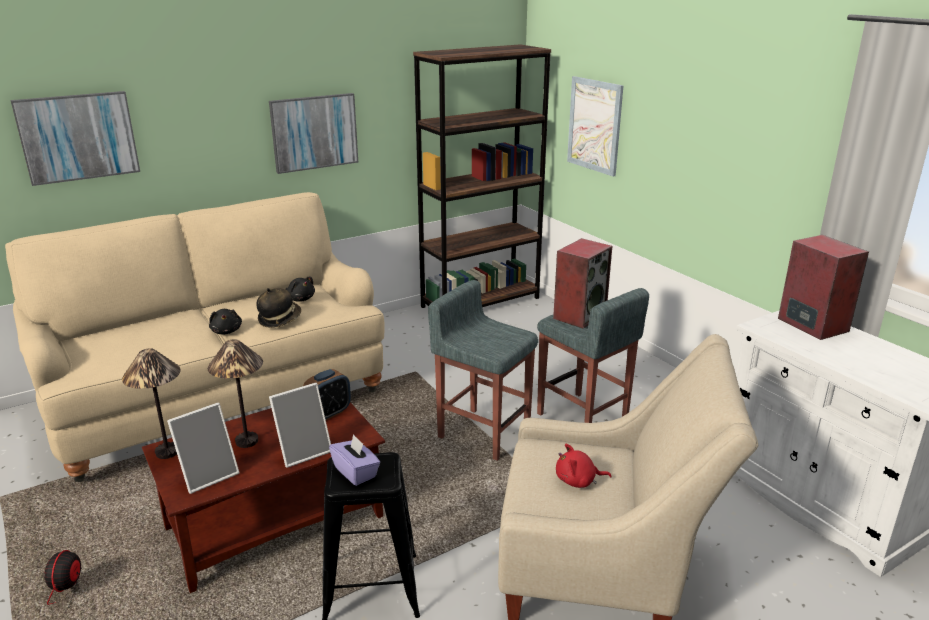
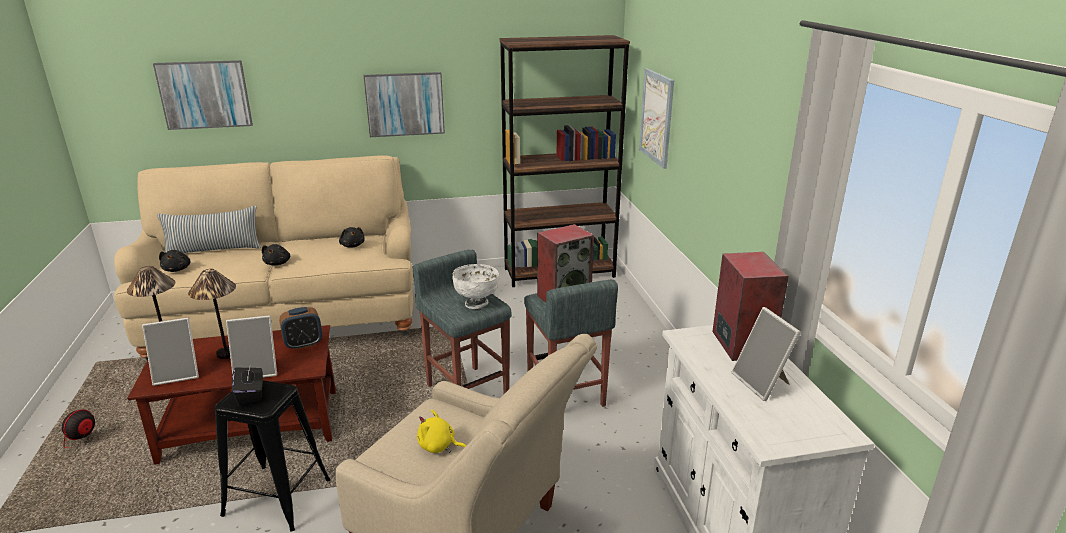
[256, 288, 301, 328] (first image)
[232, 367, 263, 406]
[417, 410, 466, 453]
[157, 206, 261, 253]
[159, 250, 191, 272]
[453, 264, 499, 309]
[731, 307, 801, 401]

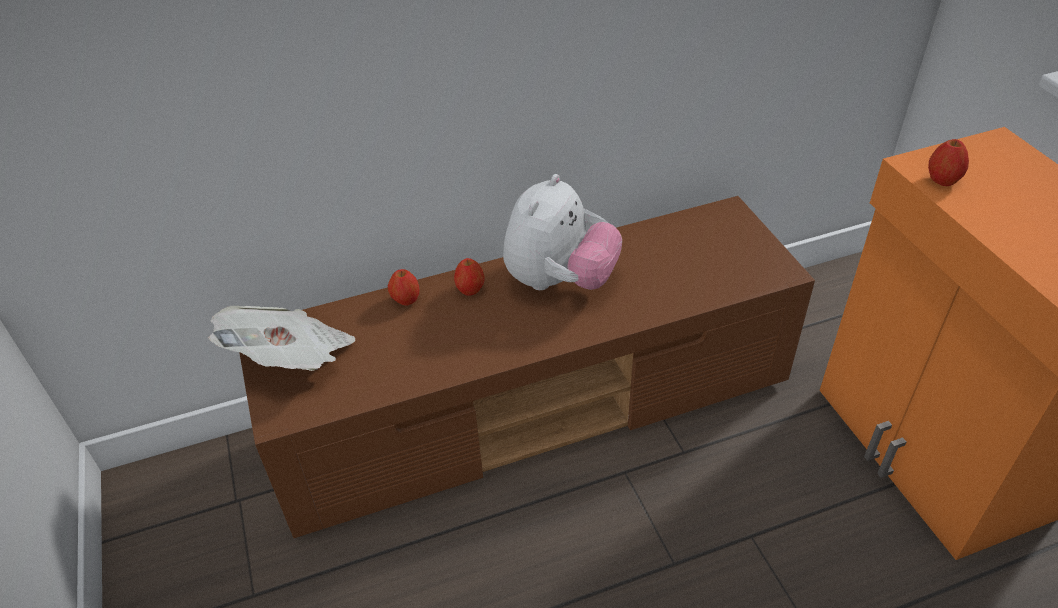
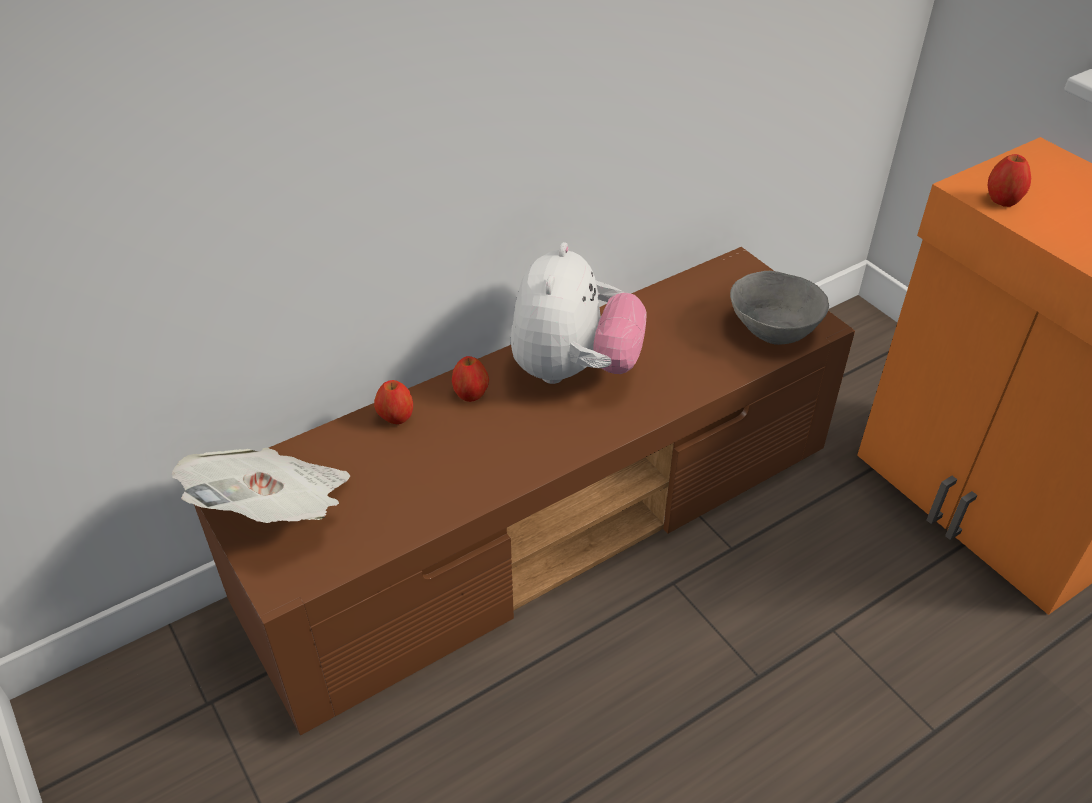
[730, 271, 829, 345]

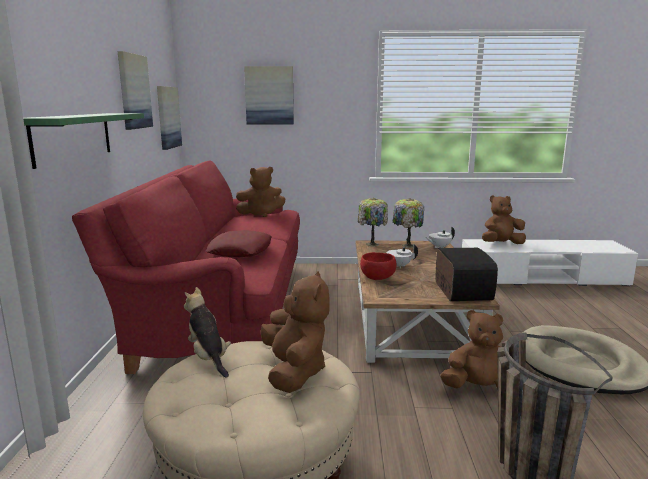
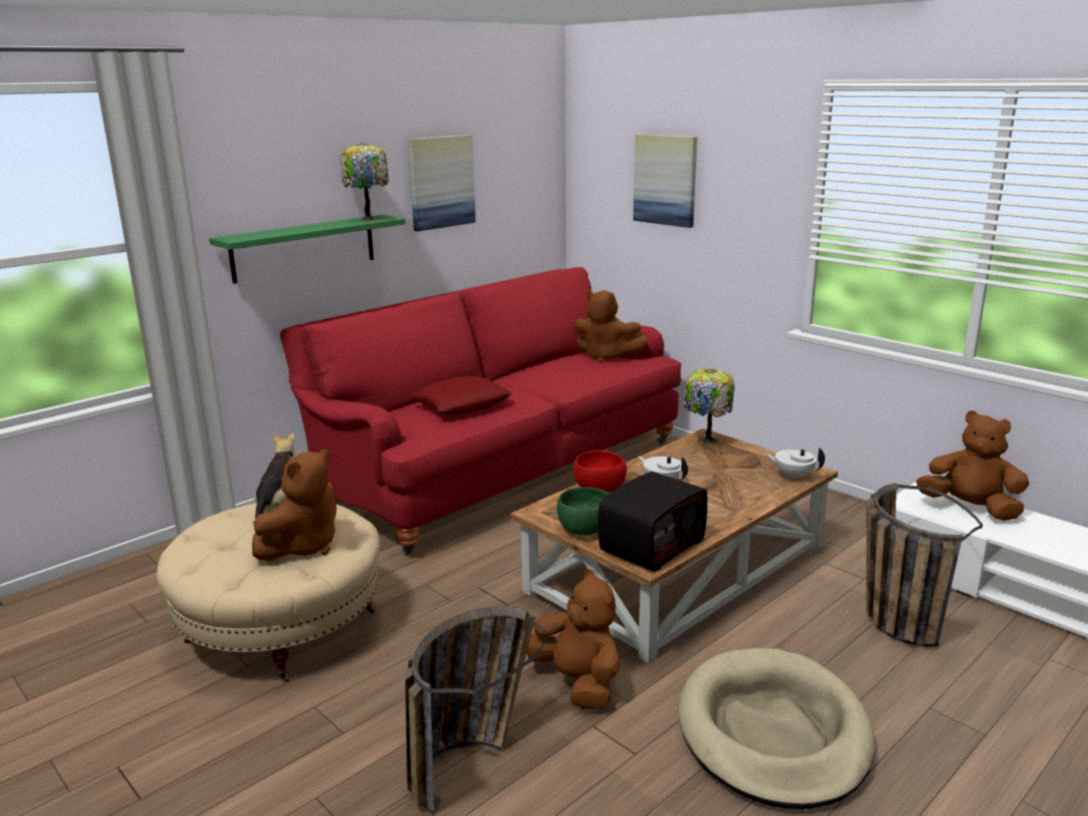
[157, 86, 182, 150] (first image)
[340, 143, 389, 222]
[866, 483, 983, 647]
[557, 487, 609, 535]

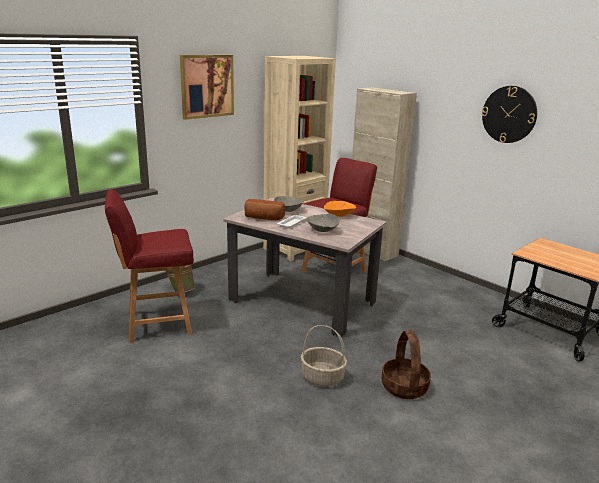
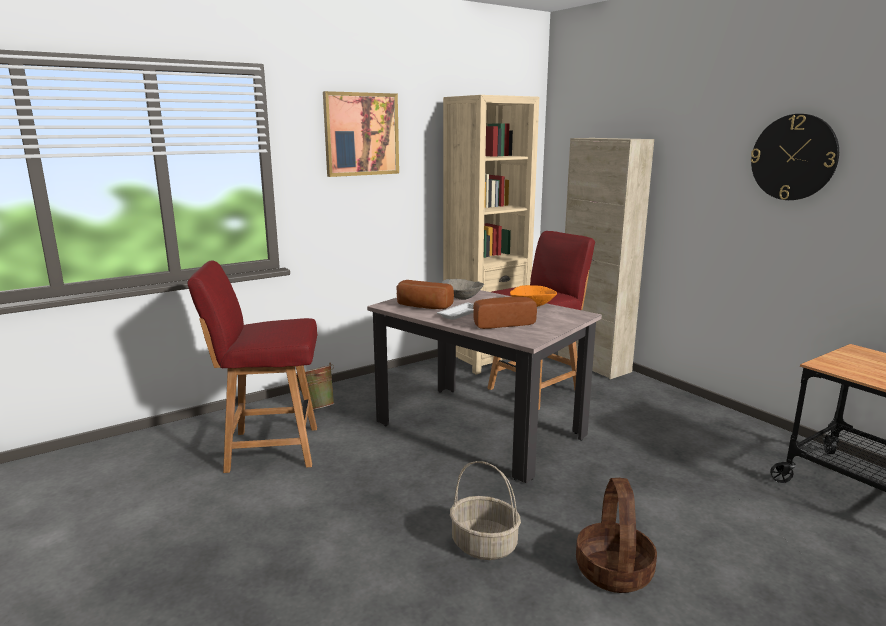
[473, 297, 537, 329]

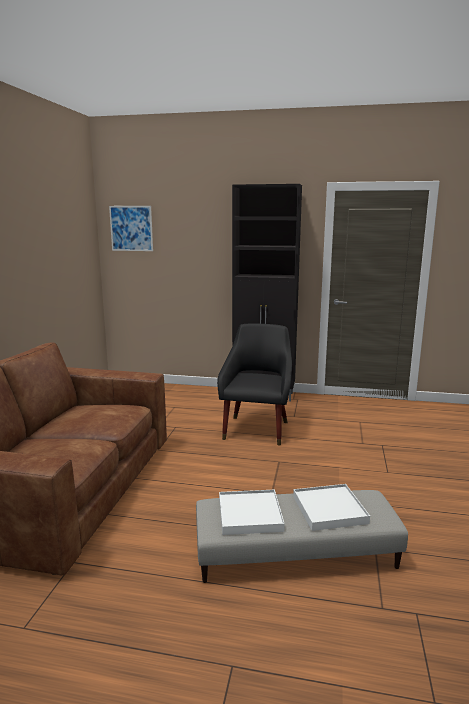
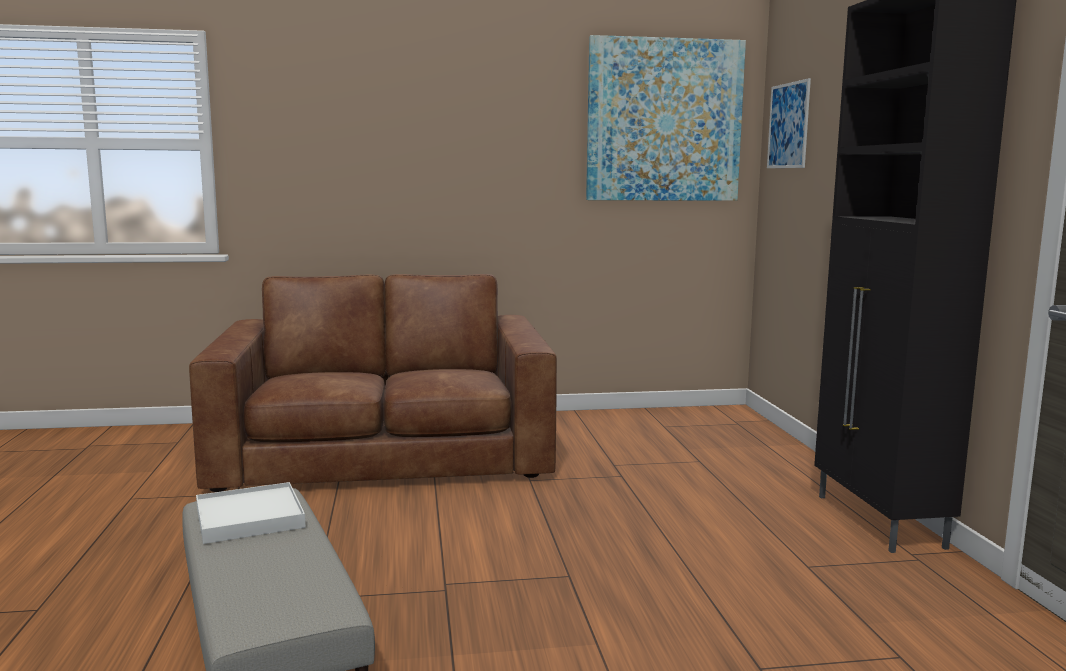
[217, 323, 292, 445] (first image)
[293, 484, 370, 531] (first image)
[586, 35, 746, 201]

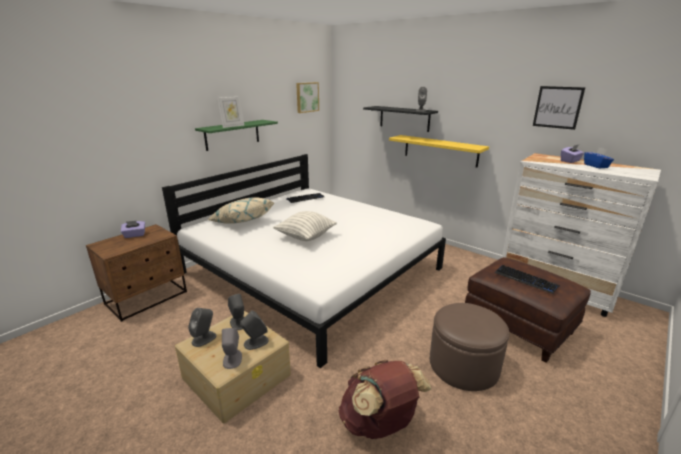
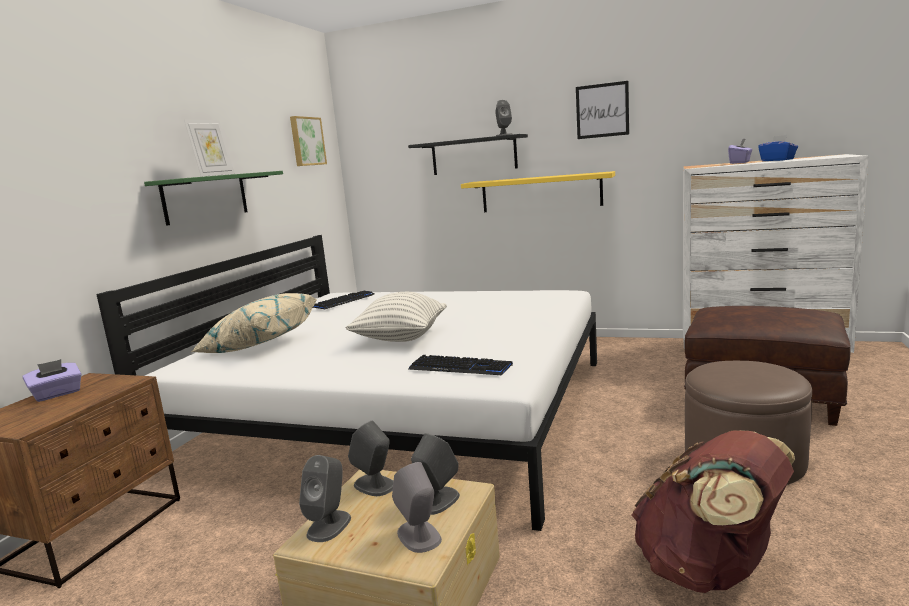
[576, 81, 629, 139]
[408, 355, 513, 375]

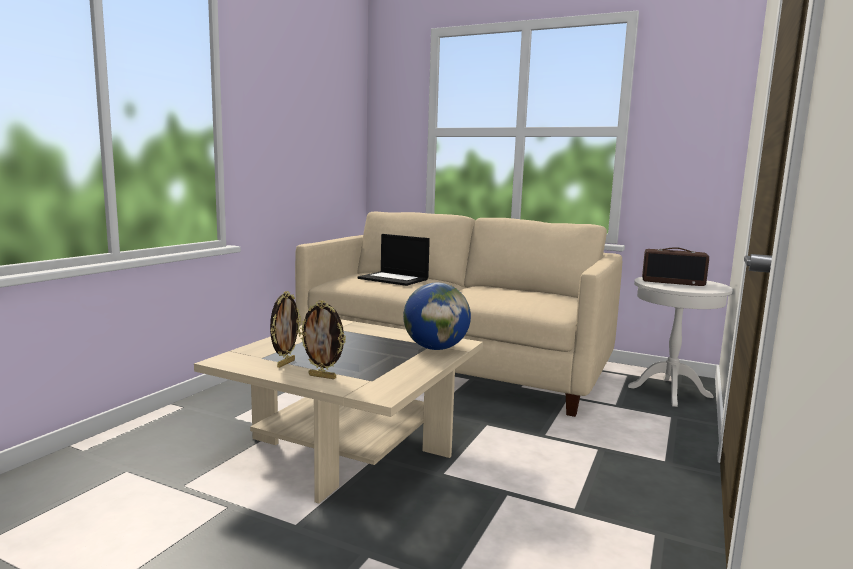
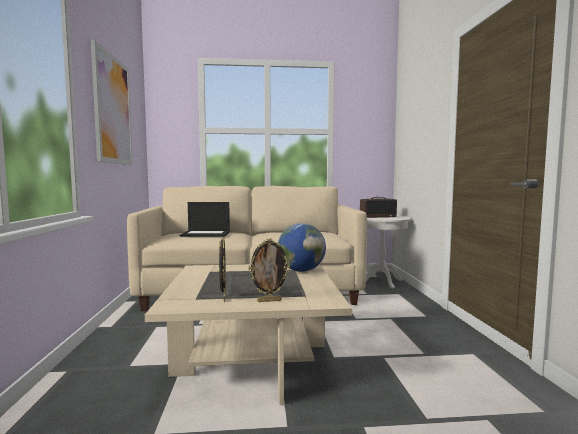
[91, 40, 133, 165]

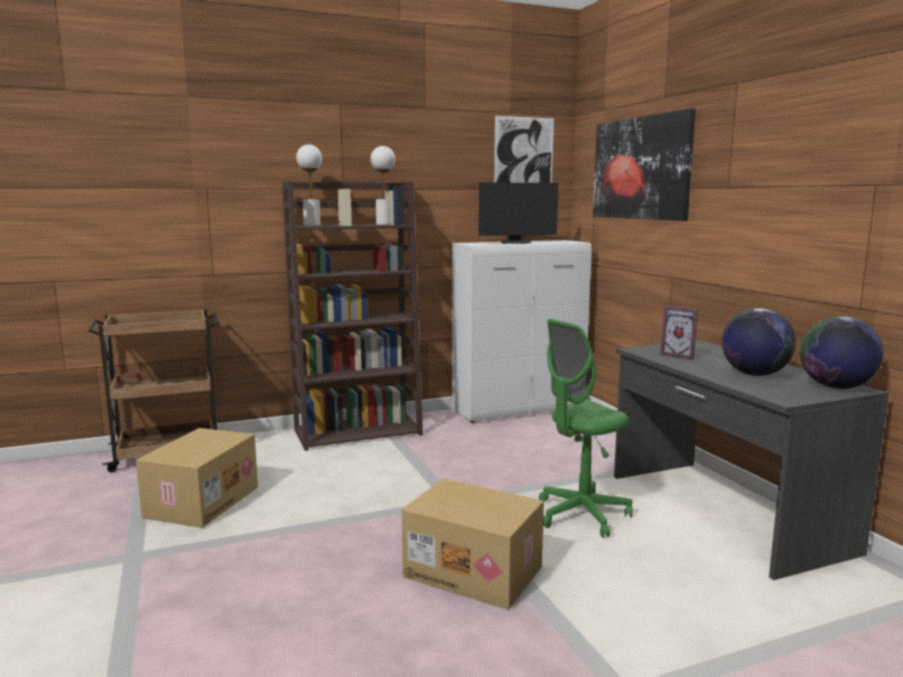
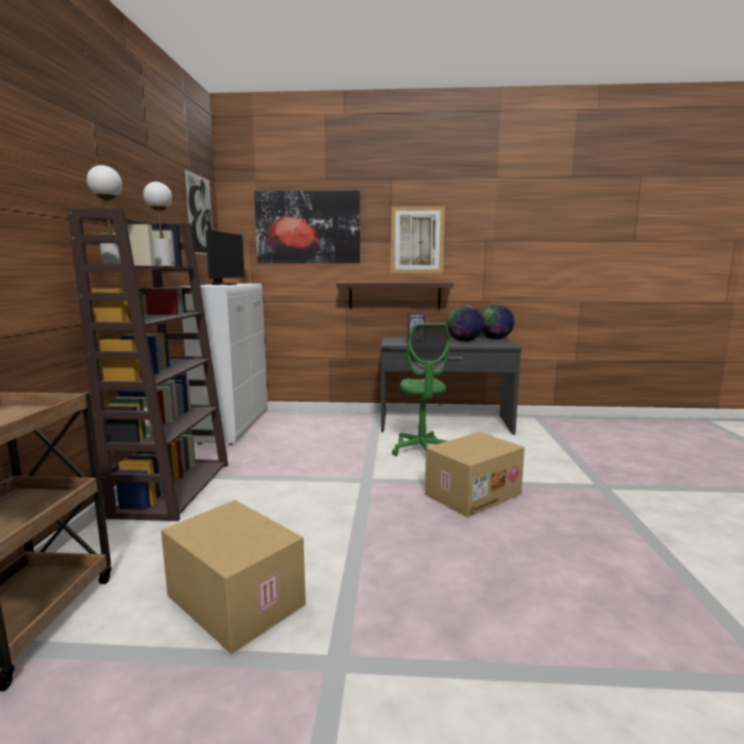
[391, 206, 445, 273]
[337, 282, 453, 310]

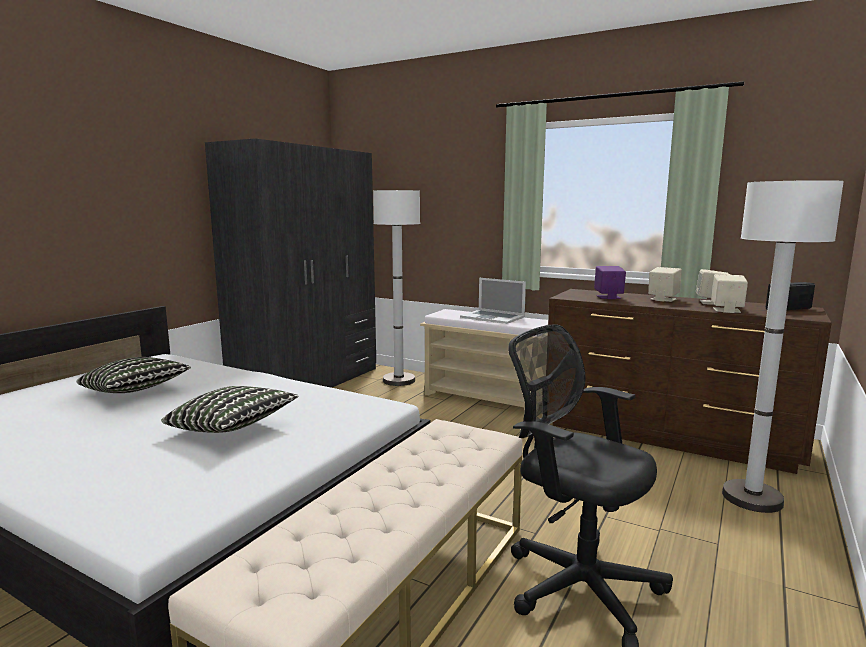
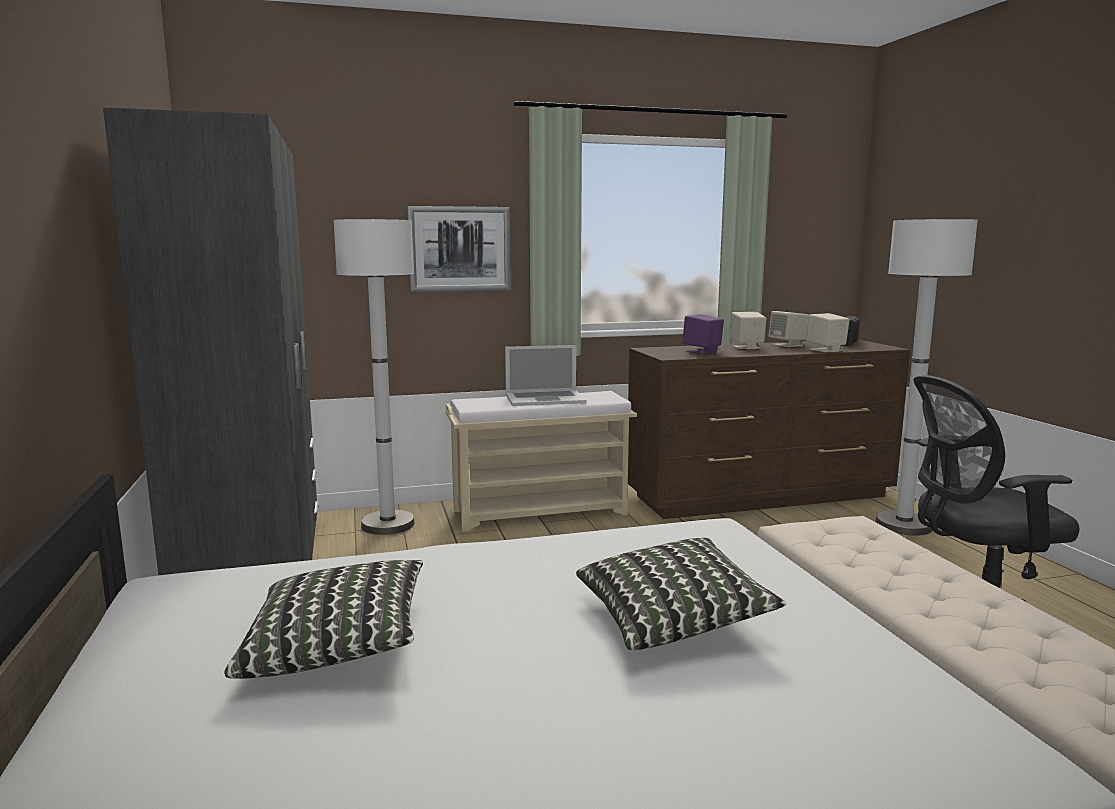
[407, 206, 511, 292]

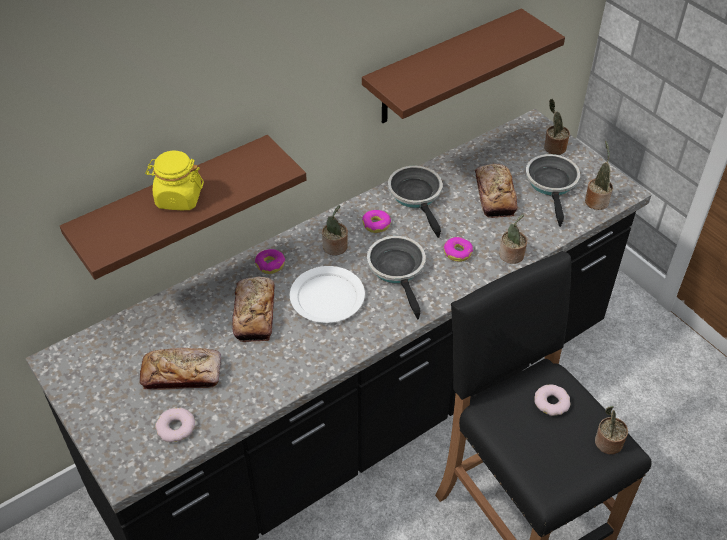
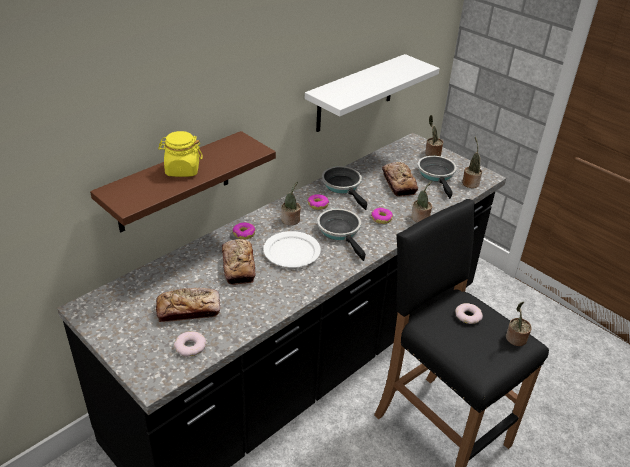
[305, 54, 440, 132]

